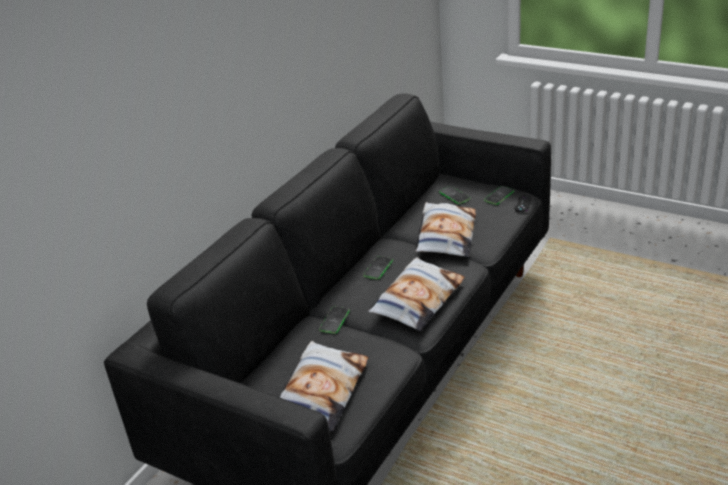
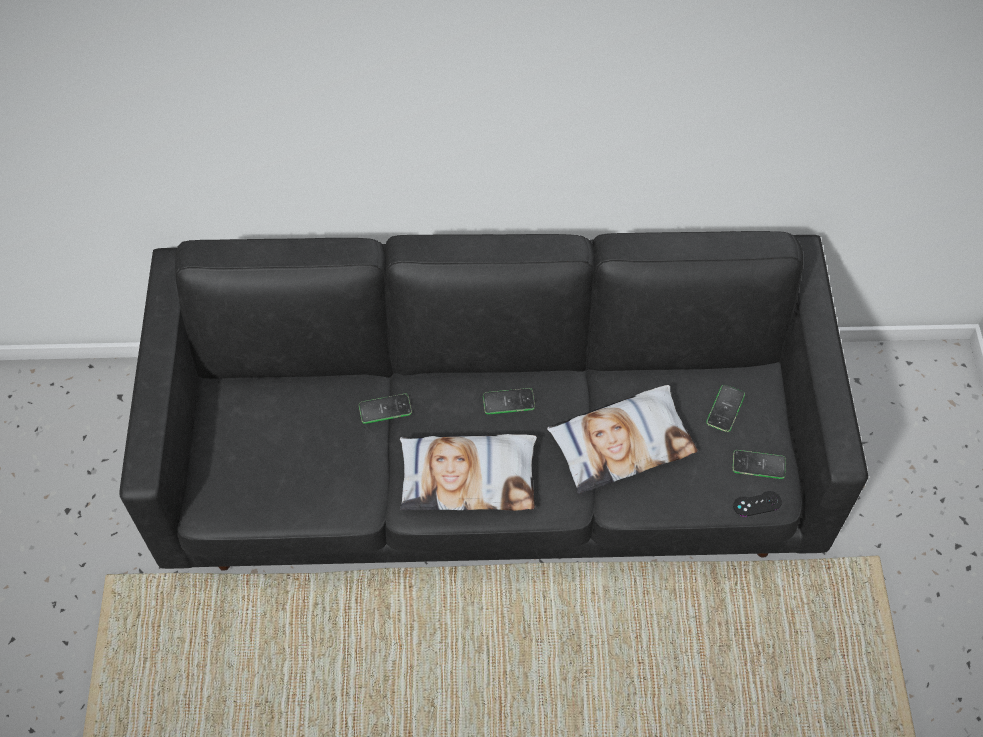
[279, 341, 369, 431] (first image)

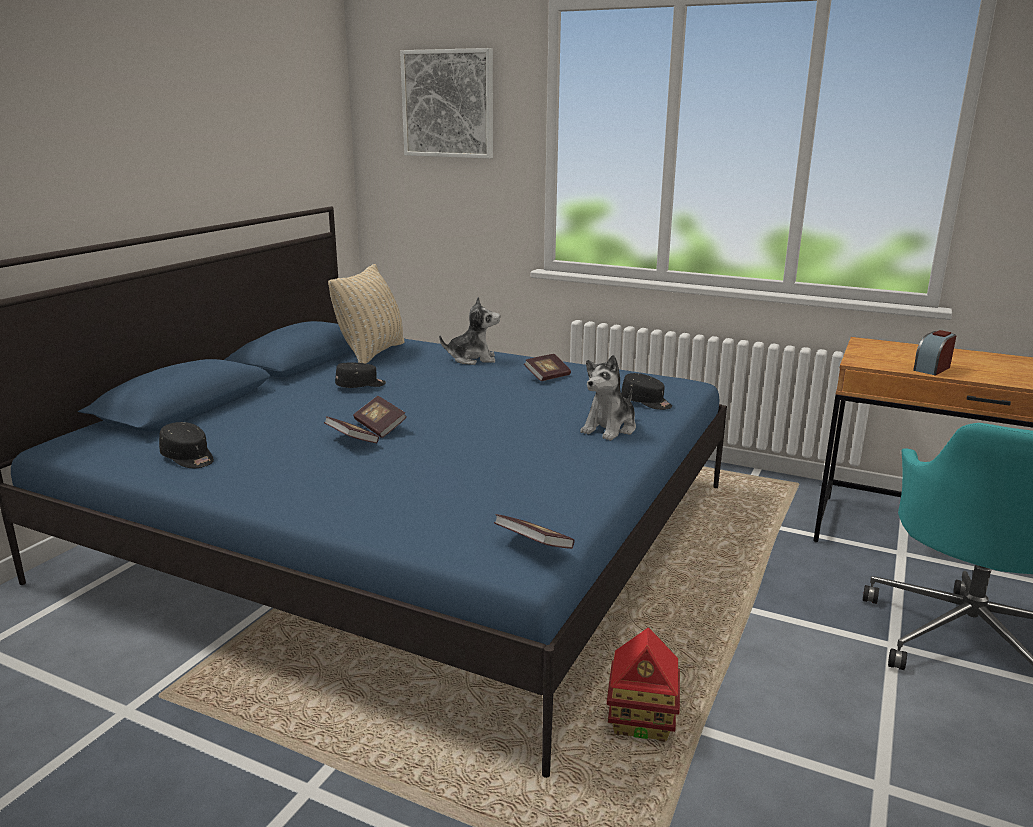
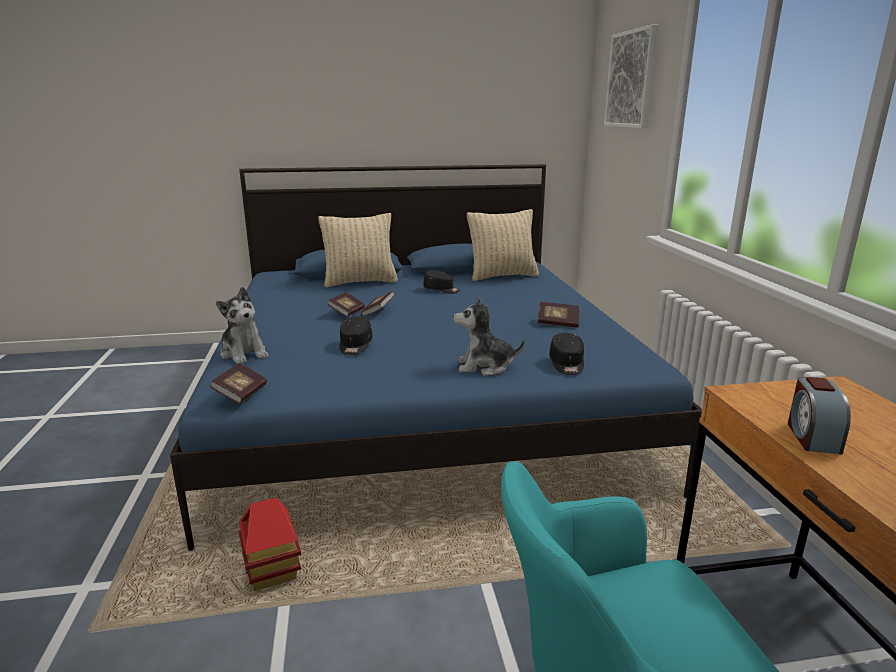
[216, 287, 269, 364]
[788, 377, 851, 454]
[340, 317, 372, 355]
[318, 213, 398, 287]

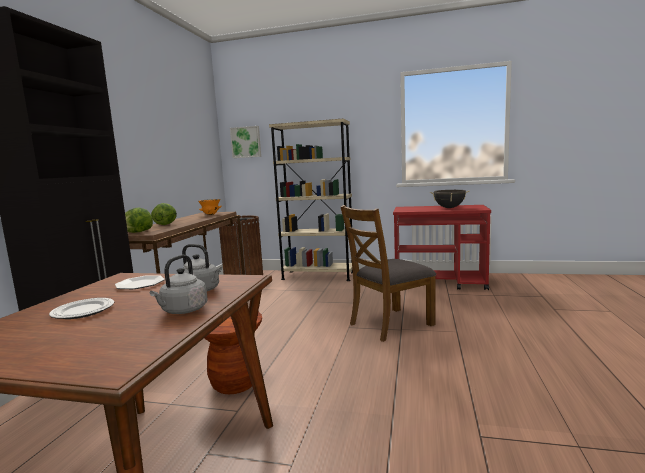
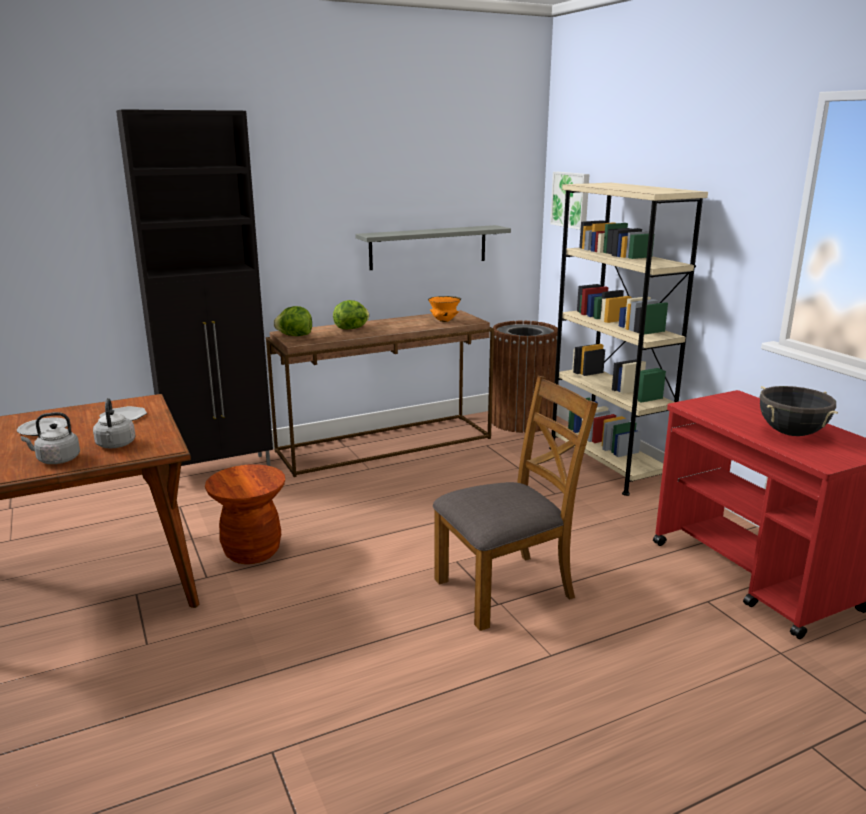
[433, 375, 598, 631]
[355, 225, 511, 270]

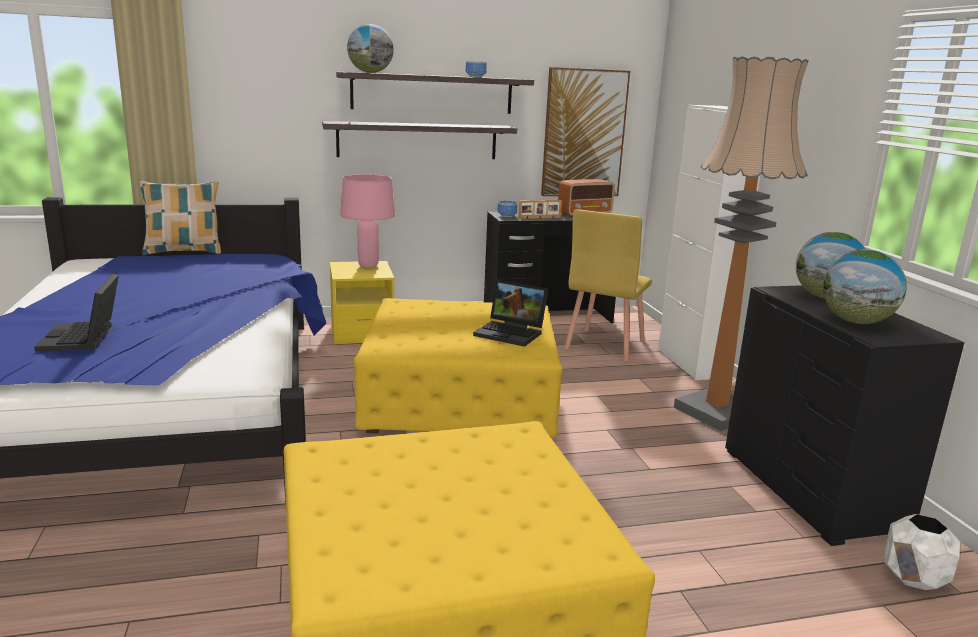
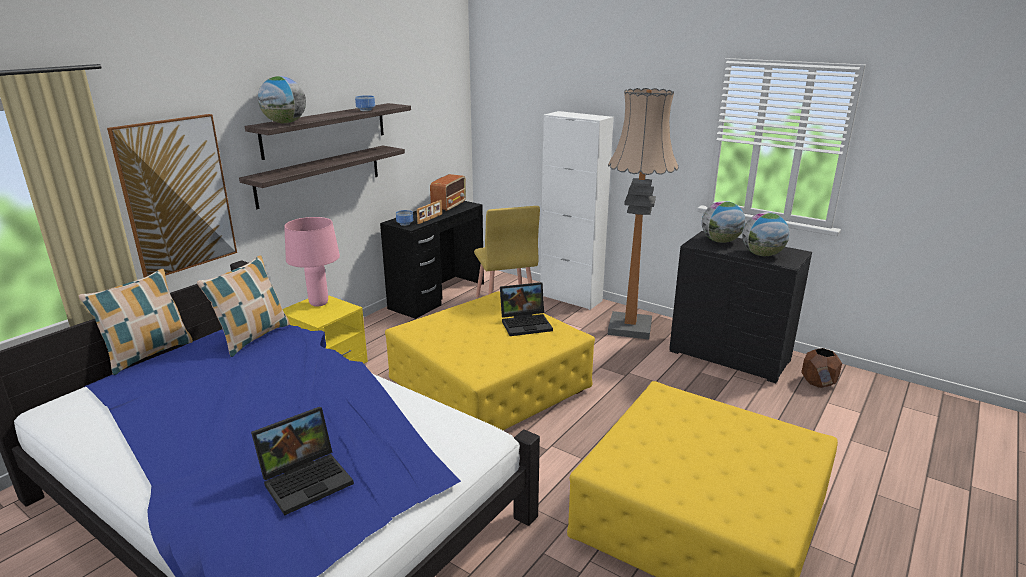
[107, 114, 237, 278]
[251, 407, 354, 515]
[801, 348, 842, 388]
[197, 255, 290, 357]

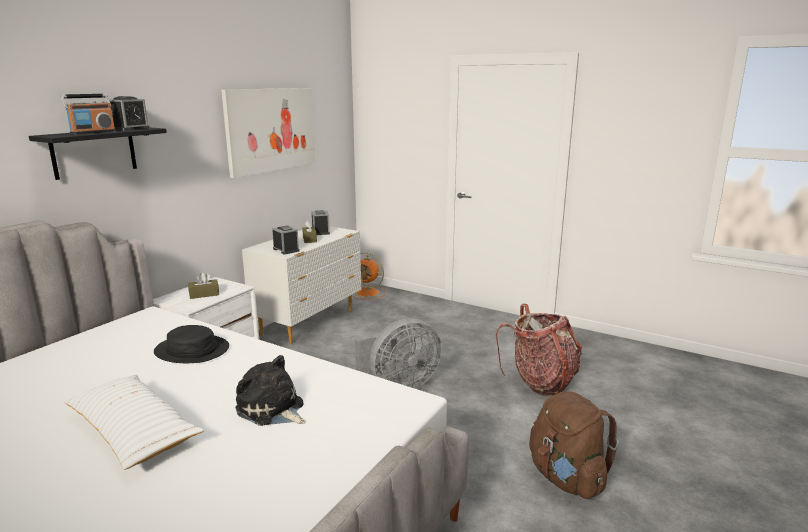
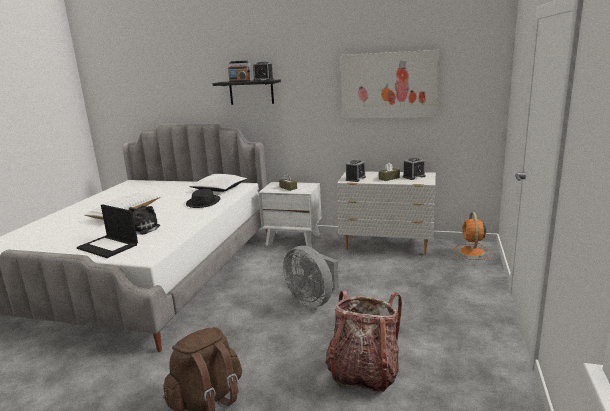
[189, 174, 247, 192]
[77, 204, 138, 258]

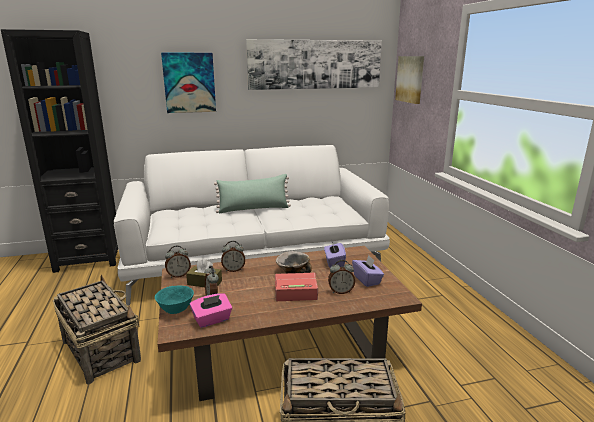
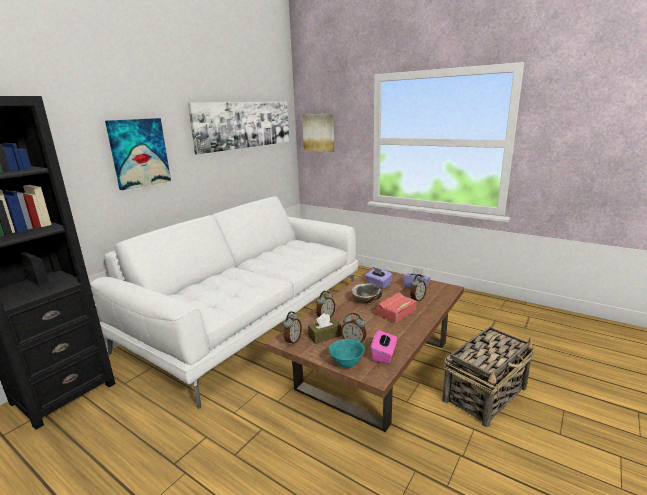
[214, 174, 291, 213] (first image)
[53, 275, 141, 384] (first image)

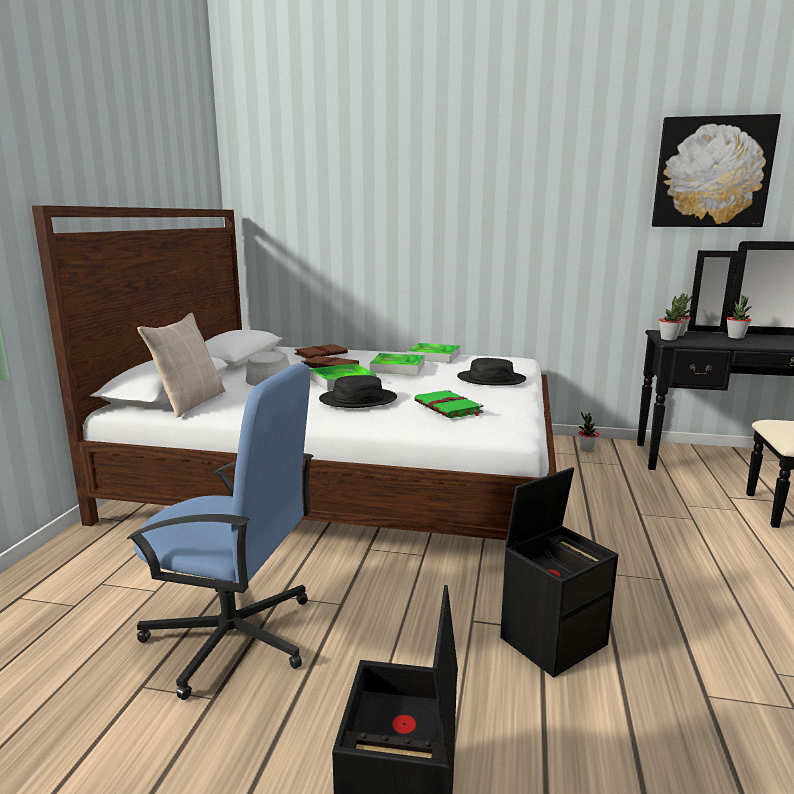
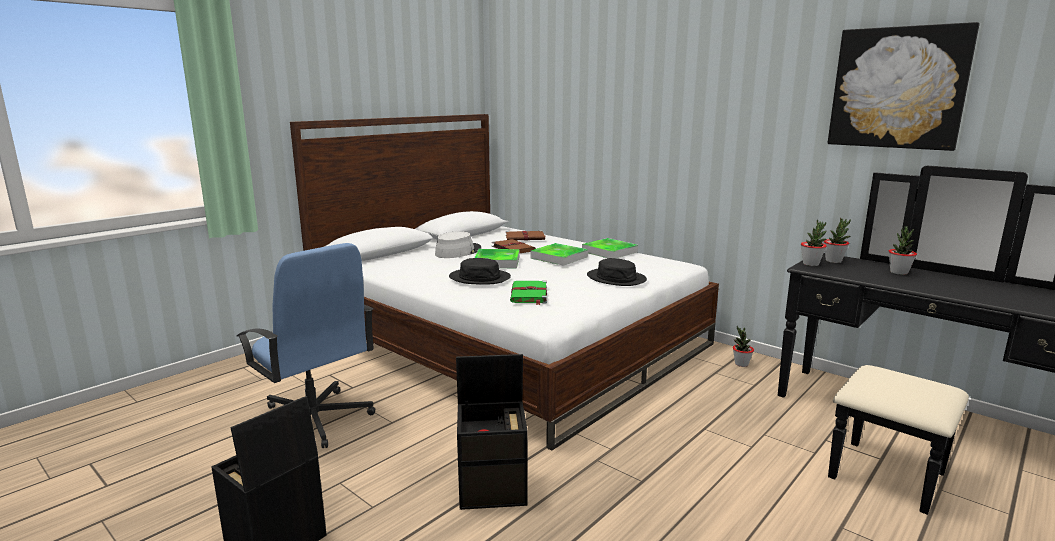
[137, 313, 225, 417] (first image)

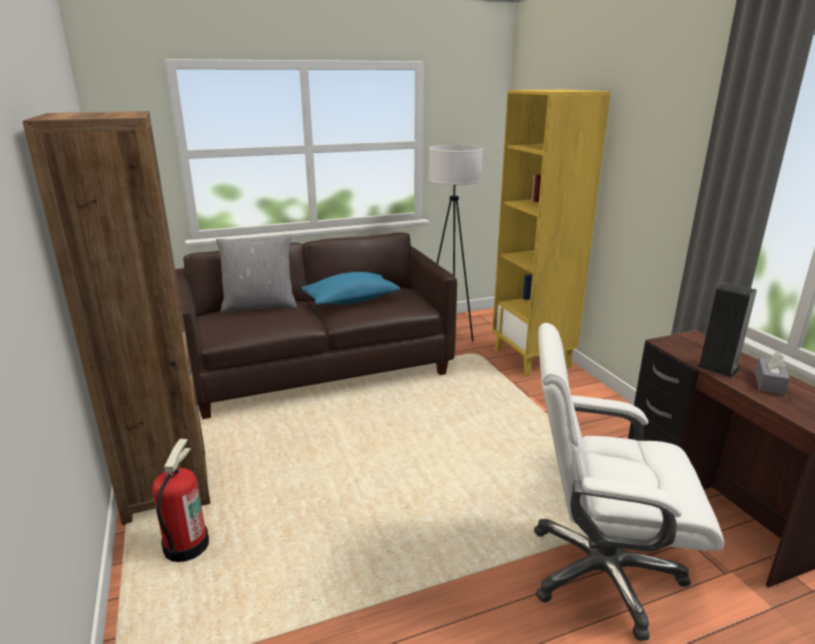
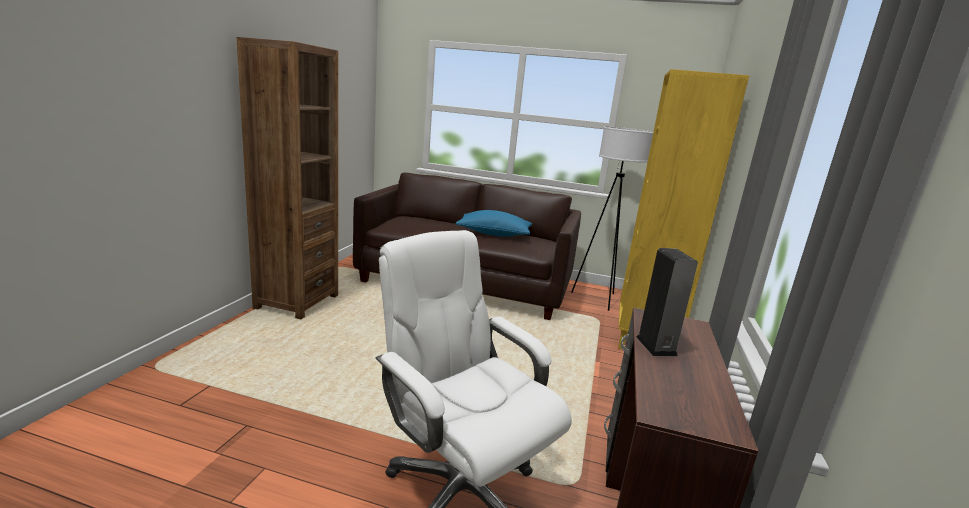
[216, 236, 297, 313] (first image)
[755, 351, 790, 395] (first image)
[152, 439, 209, 562] (first image)

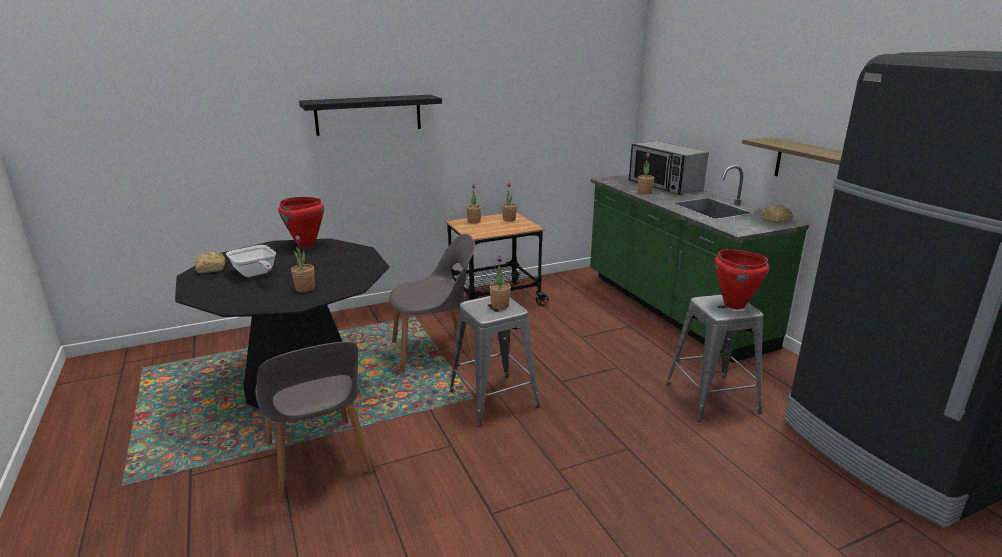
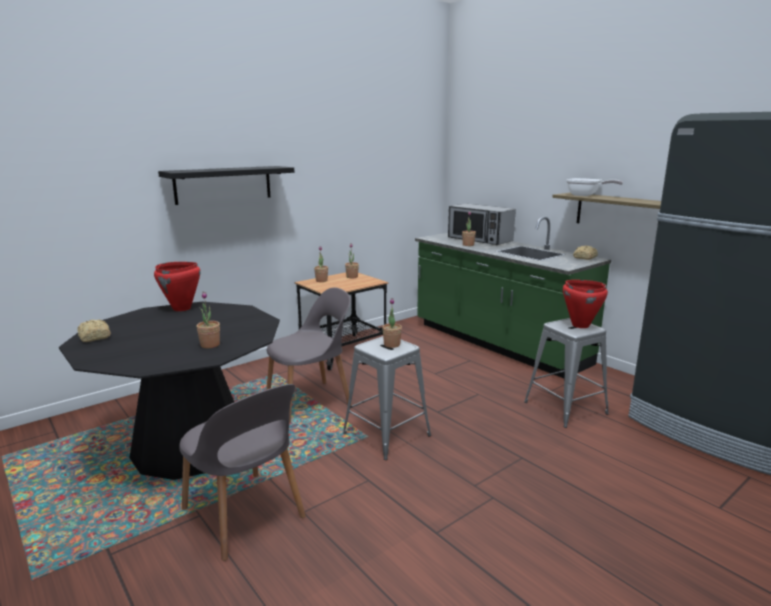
[566, 178, 623, 196]

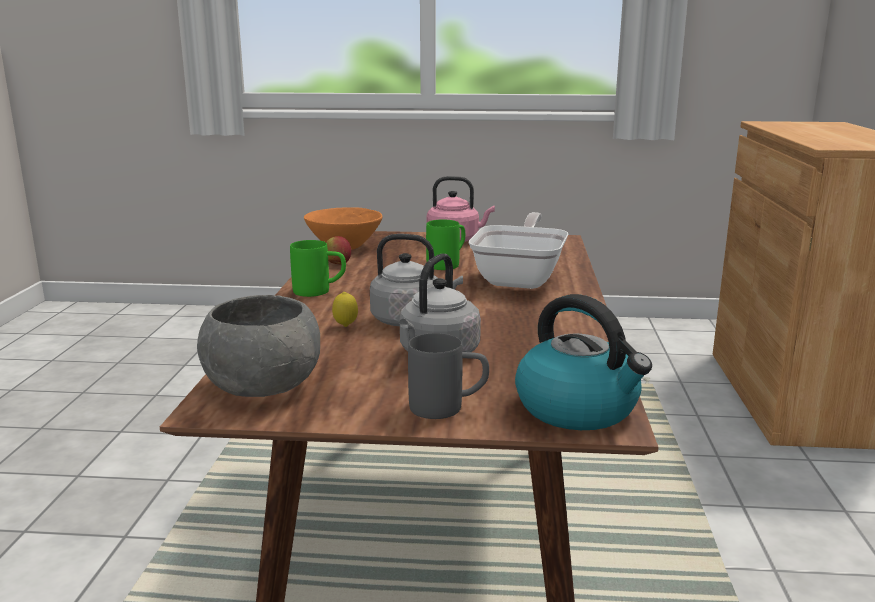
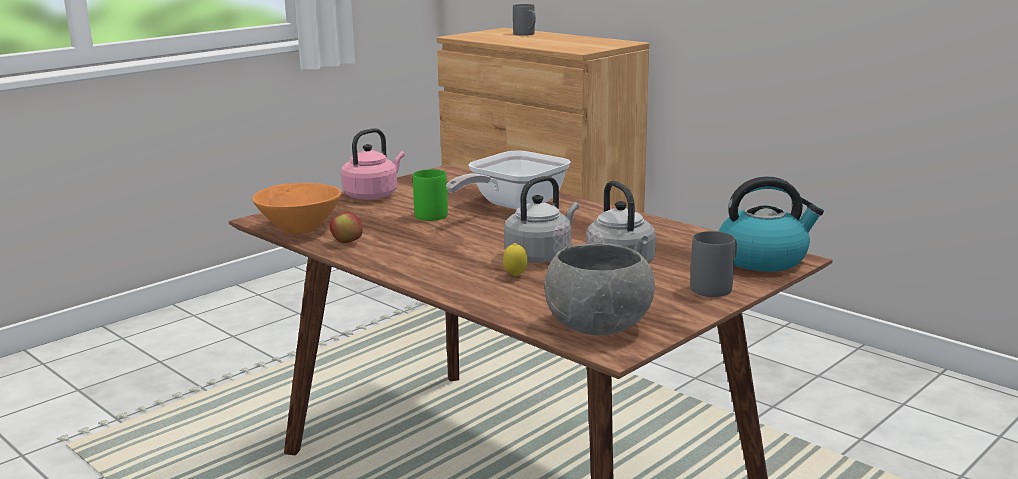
[446, 151, 571, 209]
[290, 240, 346, 297] (first image)
[513, 4, 536, 36]

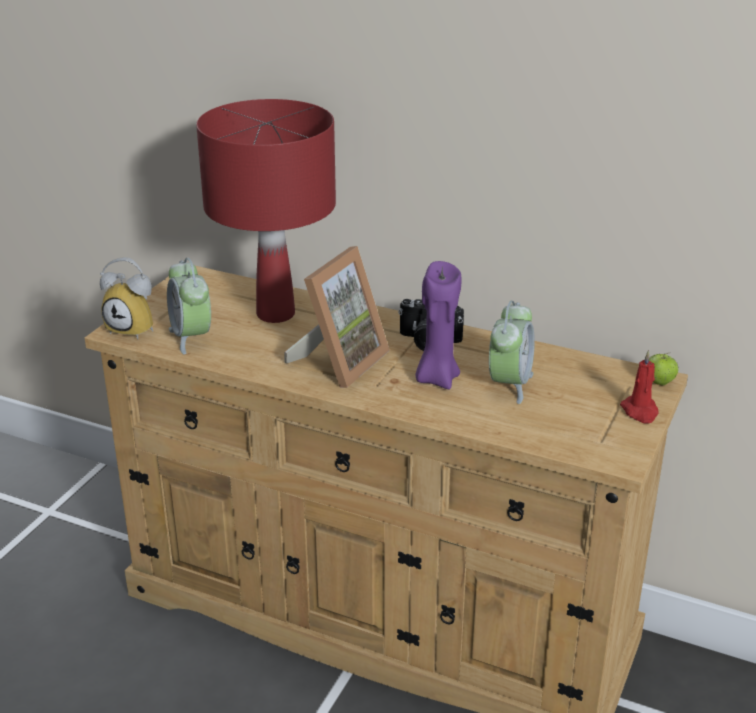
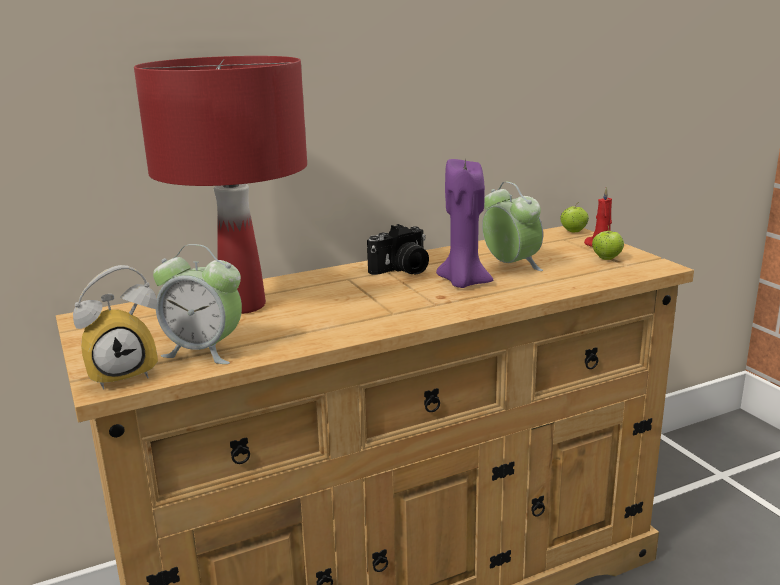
[285, 246, 390, 388] (first image)
[592, 226, 624, 260]

